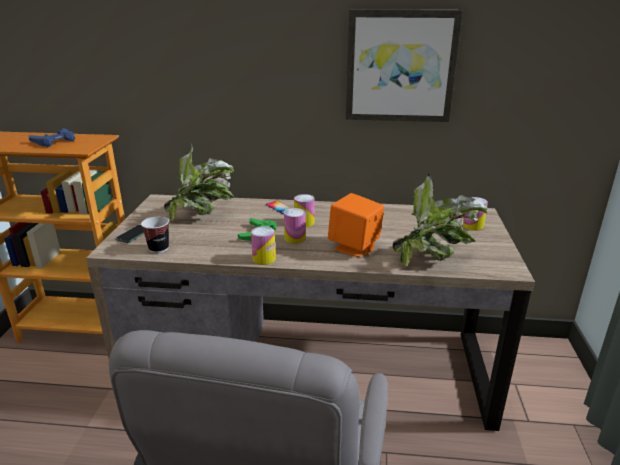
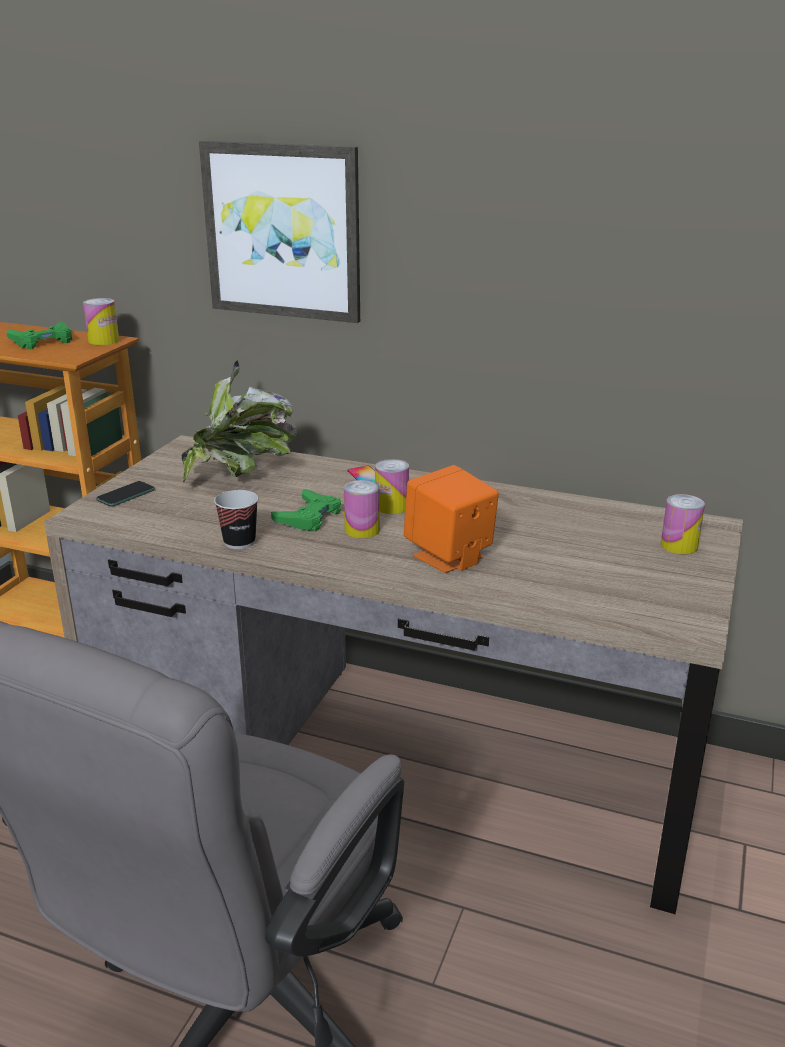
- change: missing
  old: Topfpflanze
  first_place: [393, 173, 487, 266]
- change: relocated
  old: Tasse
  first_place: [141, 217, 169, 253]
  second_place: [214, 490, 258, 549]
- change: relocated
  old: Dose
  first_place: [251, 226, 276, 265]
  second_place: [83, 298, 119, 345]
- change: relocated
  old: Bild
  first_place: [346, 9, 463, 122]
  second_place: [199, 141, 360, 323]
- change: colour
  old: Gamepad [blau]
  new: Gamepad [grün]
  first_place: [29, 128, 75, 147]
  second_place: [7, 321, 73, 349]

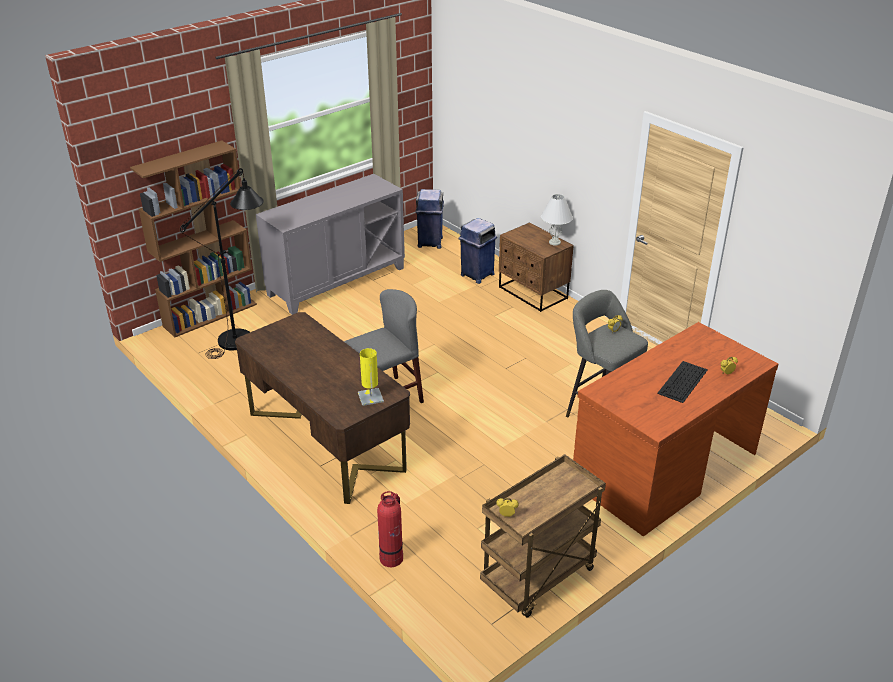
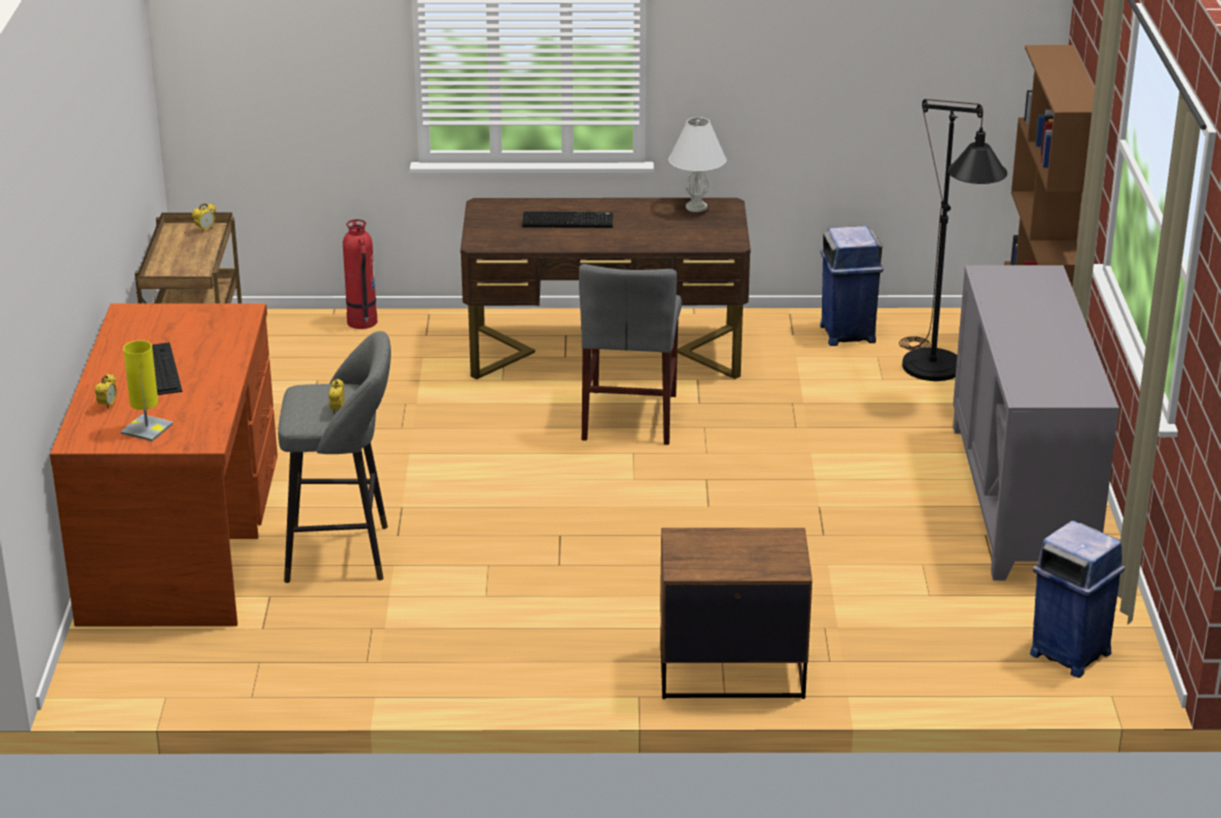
- change: appeared
  new: Tastatur
  second_place: [522, 211, 613, 228]
- change: relocated
  old: Tischlampe [gelb]
  first_place: [358, 348, 384, 406]
  second_place: [121, 340, 173, 441]
- change: relocated
  old: Mülleimer [blau]
  first_place: [459, 218, 497, 284]
  second_place: [820, 226, 883, 346]
- change: relocated
  old: Tischlampe [weiß]
  first_place: [541, 194, 573, 245]
  second_place: [669, 117, 726, 212]

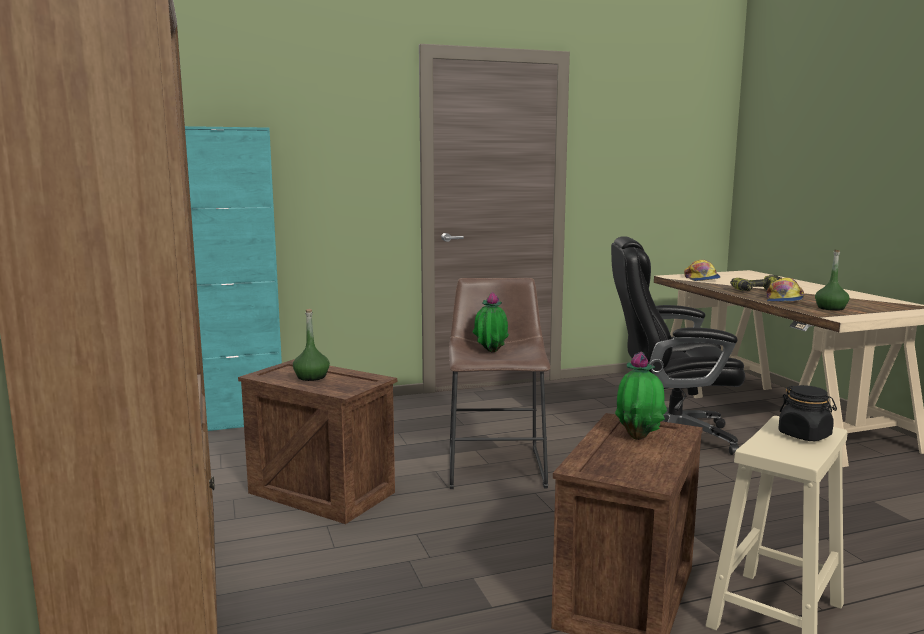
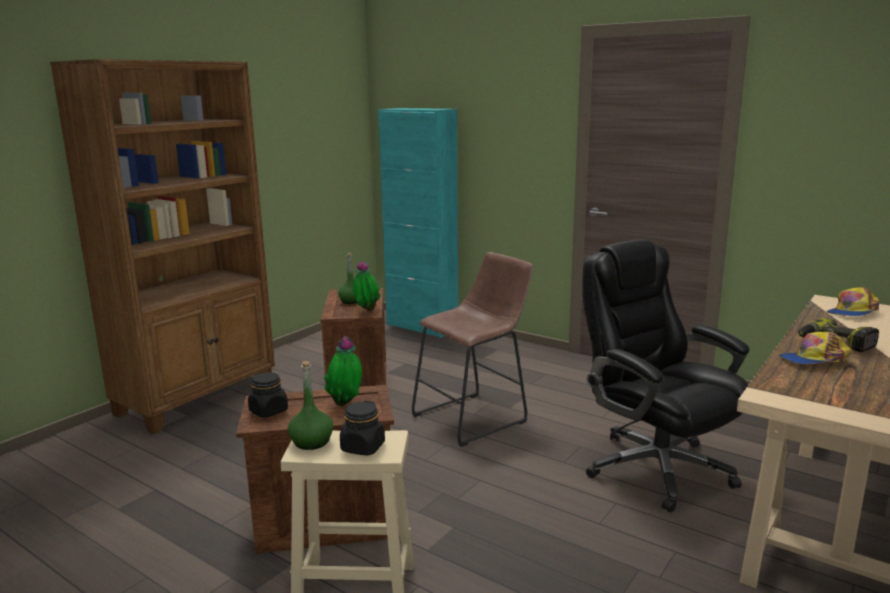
- change: appeared
  new: Vorratsglas [schwarz]
  second_place: [248, 372, 288, 418]
- change: relocated
  old: Topfpflanze
  first_place: [473, 292, 509, 353]
  second_place: [353, 261, 380, 311]
- change: relocated
  old: Flasche [grün]
  first_place: [815, 249, 850, 311]
  second_place: [288, 361, 334, 450]

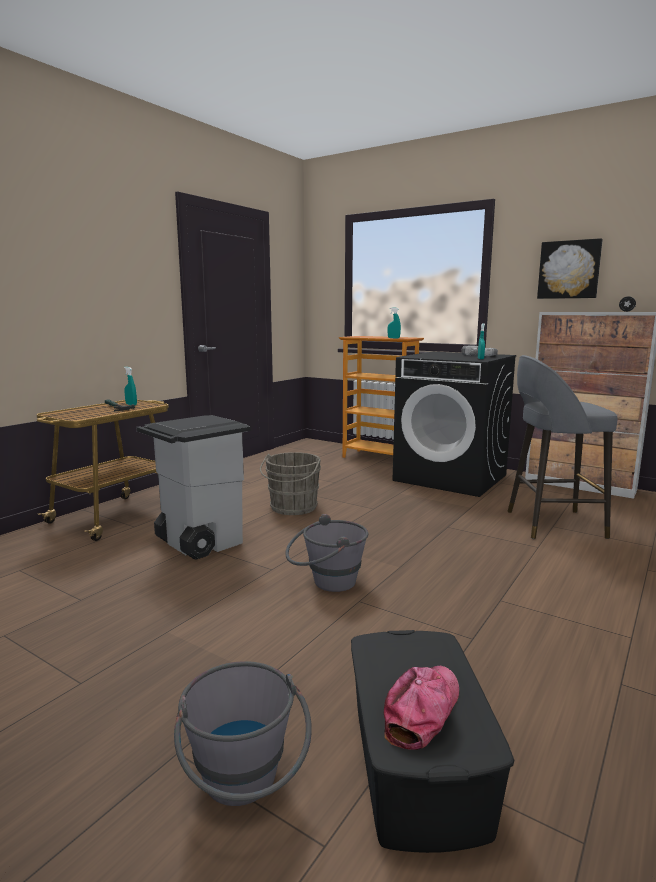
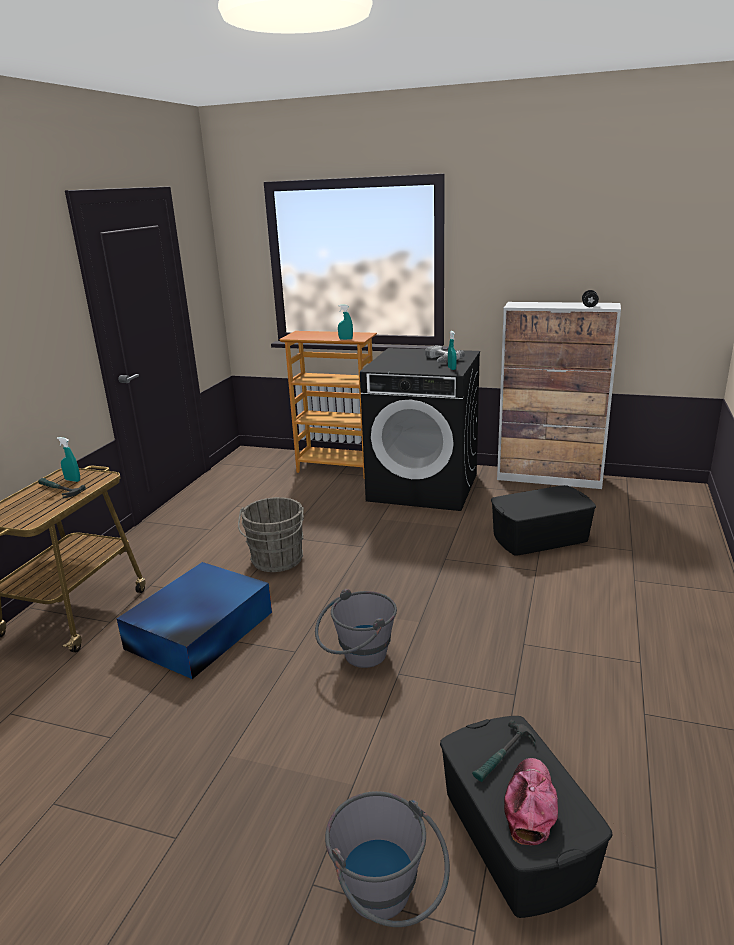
- change: missing
  old: Bild
  first_place: [537, 238, 603, 299]
- change: appeared
  new: Hammer
  second_place: [472, 720, 536, 782]
- change: exchanged
  old: Mülleimer [grau]
  new: Aufbewahrungsbox [blau]
  first_place: [136, 415, 251, 560]
  second_place: [117, 562, 272, 679]
- change: exchanged
  old: Hocker [grau]
  new: Aufbewahrungsbox [schwarz]
  first_place: [507, 355, 618, 539]
  second_place: [491, 485, 596, 556]

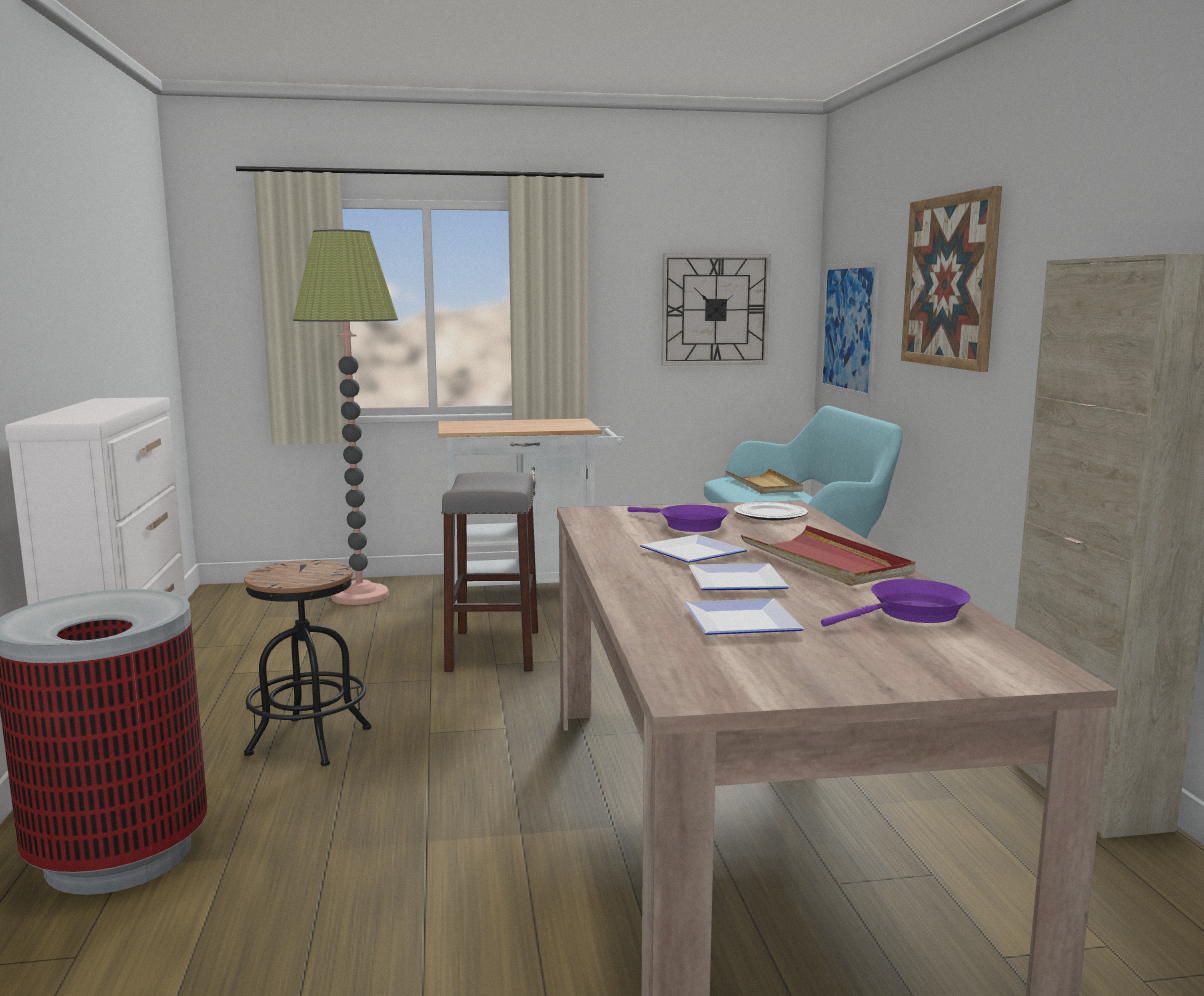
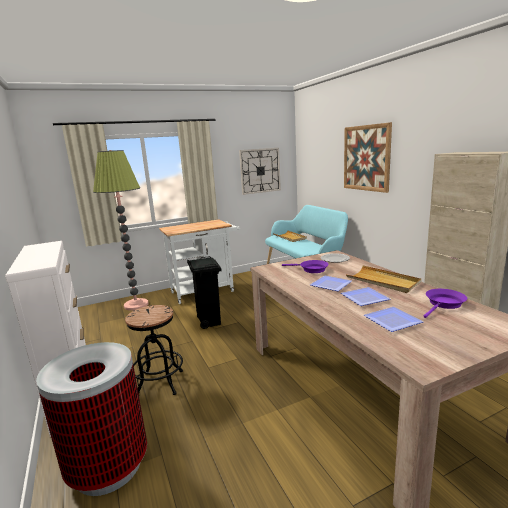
- change: missing
  old: Bild
  first_place: [820, 261, 880, 399]
- change: exchanged
  old: Hocker [grau]
  new: Mülleimer [schwarz]
  first_place: [441, 472, 538, 672]
  second_place: [187, 256, 221, 329]
- change: colour
  old: Tablett [rot]
  new: Tablett [beige]
  first_place: [741, 525, 915, 586]
  second_place: [346, 266, 421, 293]

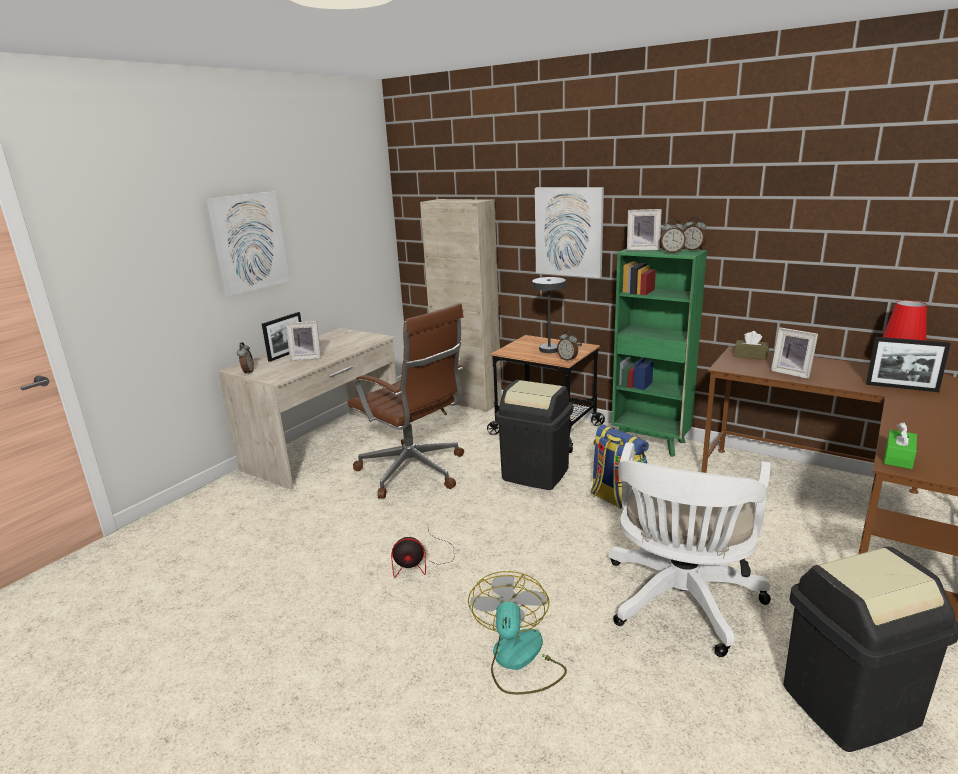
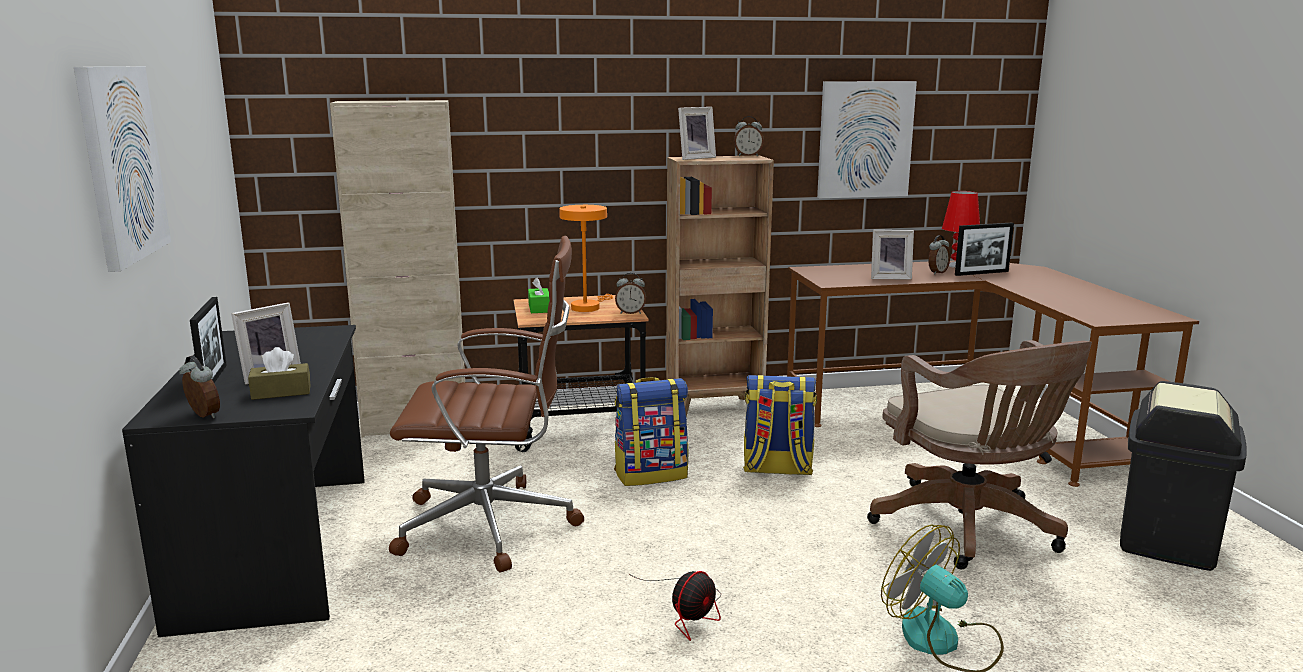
- change: relocated
  old: Bild
  first_place: [535, 187, 604, 278]
  second_place: [817, 81, 917, 198]
- change: relocated
  old: Wecker
  first_place: [659, 219, 686, 253]
  second_place: [928, 235, 950, 275]
- change: relocated
  old: Taschentuchbox [braun]
  first_place: [734, 331, 769, 360]
  second_place: [248, 347, 310, 400]
- change: relocated
  old: Taschentuchbox [grün]
  first_place: [884, 422, 917, 469]
  second_place: [528, 277, 550, 313]
- change: exchanged
  old: Mülleimer [schwarz]
  new: Rucksack
  first_place: [495, 380, 573, 490]
  second_place: [614, 377, 689, 486]
- change: colour
  old: Schreibtisch [beige]
  new: Schreibtisch [schwarz]
  first_place: [218, 328, 397, 490]
  second_place: [122, 325, 365, 637]
- change: colour
  old: Tischlampe [grau]
  new: Tischlampe [orange]
  first_place: [532, 277, 582, 353]
  second_place: [559, 205, 613, 312]
- change: colour
  old: Bürostuhl [weiß]
  new: Bürostuhl [braun]
  first_place: [608, 443, 771, 657]
  second_place: [867, 340, 1092, 569]
- change: colour
  old: Bücherregal [grün]
  new: Bücherregal [braun]
  first_place: [612, 248, 707, 457]
  second_place: [666, 155, 774, 417]

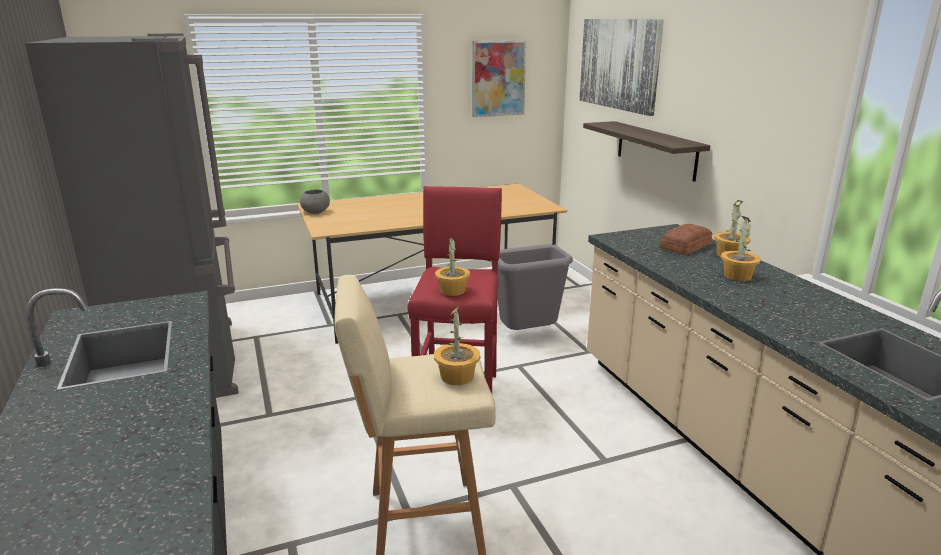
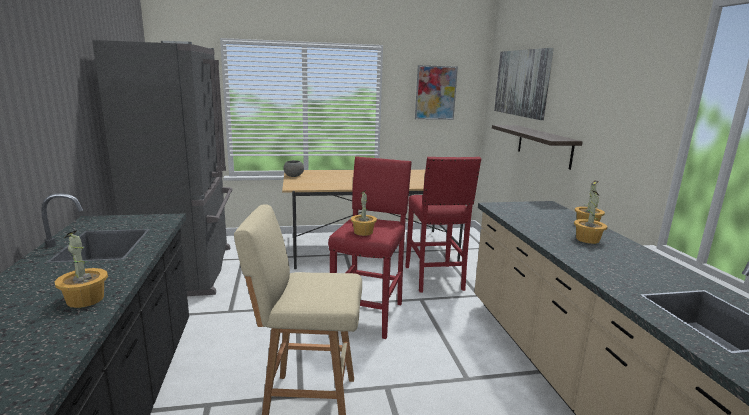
- change: missing
  old: Brot
  first_place: [660, 224, 712, 255]
- change: relocated
  old: Topfpflanze
  first_place: [434, 306, 480, 385]
  second_place: [55, 230, 108, 308]
- change: exchanged
  old: Mülleimer [grau]
  new: Hocker [rot]
  first_place: [497, 244, 573, 330]
  second_place: [405, 157, 481, 293]

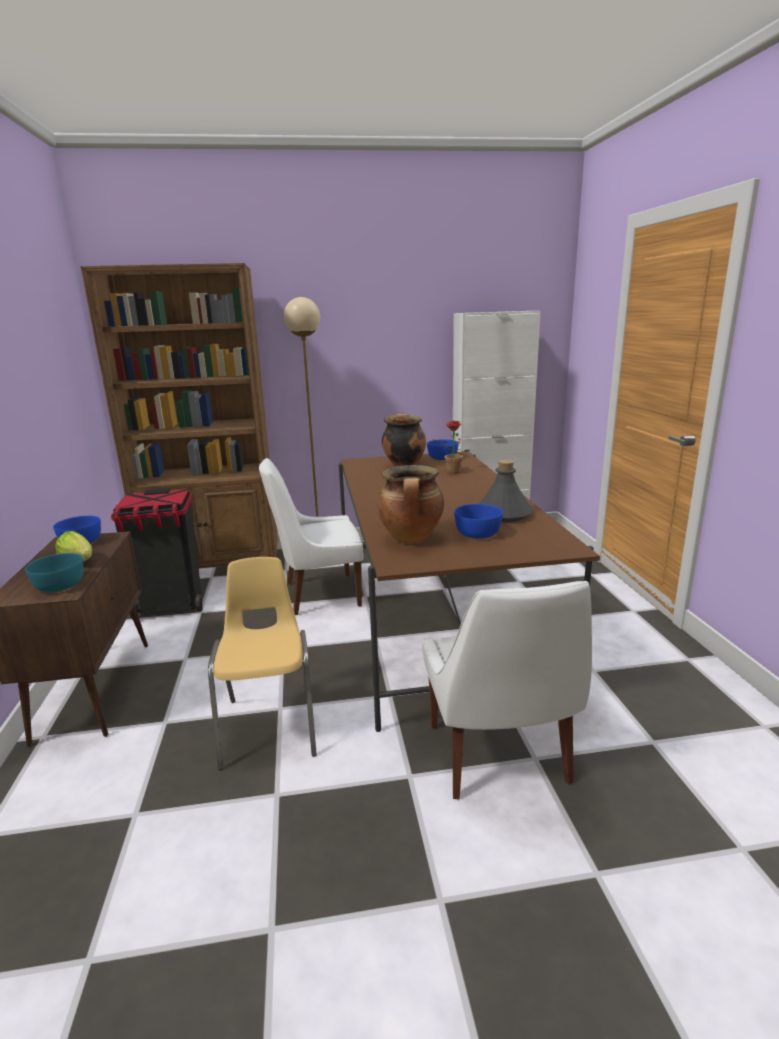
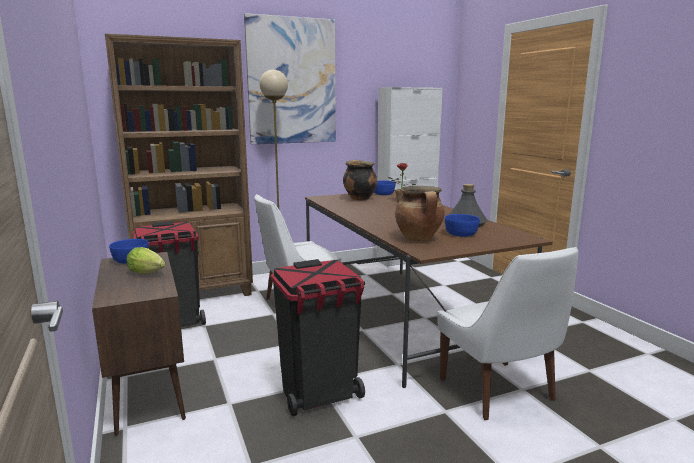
- change: missing
  old: Schüssel [türkis]
  first_place: [25, 553, 83, 592]
- change: appeared
  new: Bild
  second_place: [244, 13, 336, 144]
- change: exchanged
  old: Stuhl [gelb]
  new: Mülleimer [schwarz]
  first_place: [208, 557, 317, 770]
  second_place: [271, 259, 365, 416]

